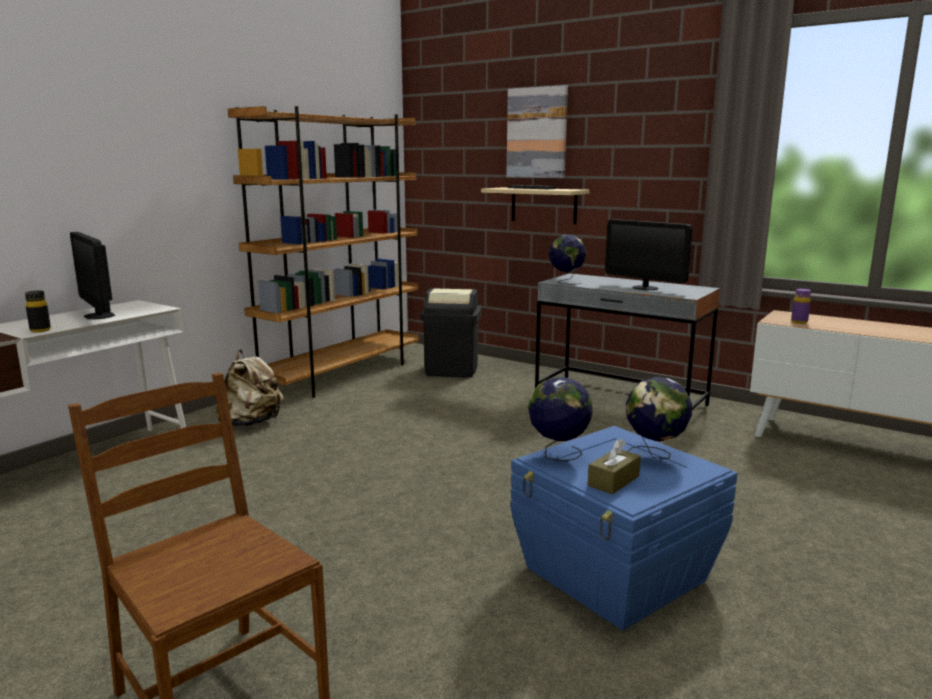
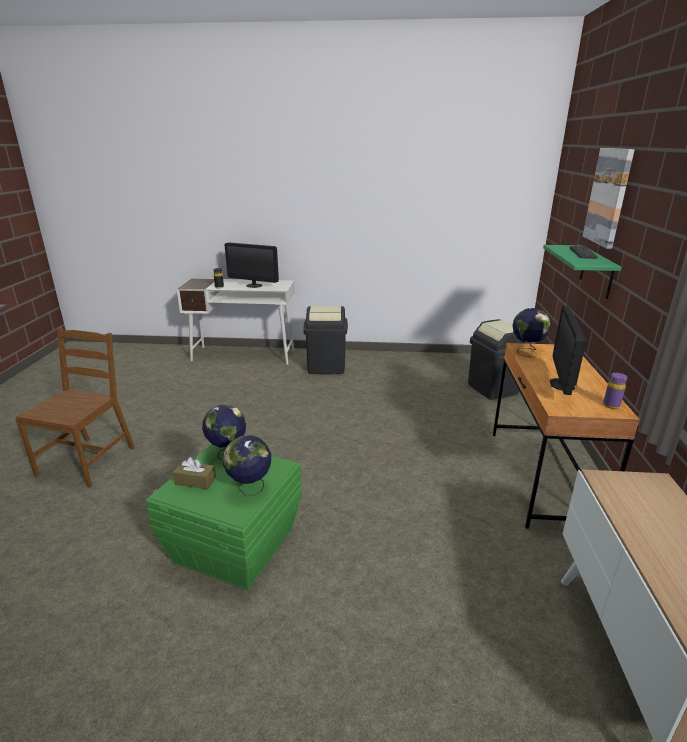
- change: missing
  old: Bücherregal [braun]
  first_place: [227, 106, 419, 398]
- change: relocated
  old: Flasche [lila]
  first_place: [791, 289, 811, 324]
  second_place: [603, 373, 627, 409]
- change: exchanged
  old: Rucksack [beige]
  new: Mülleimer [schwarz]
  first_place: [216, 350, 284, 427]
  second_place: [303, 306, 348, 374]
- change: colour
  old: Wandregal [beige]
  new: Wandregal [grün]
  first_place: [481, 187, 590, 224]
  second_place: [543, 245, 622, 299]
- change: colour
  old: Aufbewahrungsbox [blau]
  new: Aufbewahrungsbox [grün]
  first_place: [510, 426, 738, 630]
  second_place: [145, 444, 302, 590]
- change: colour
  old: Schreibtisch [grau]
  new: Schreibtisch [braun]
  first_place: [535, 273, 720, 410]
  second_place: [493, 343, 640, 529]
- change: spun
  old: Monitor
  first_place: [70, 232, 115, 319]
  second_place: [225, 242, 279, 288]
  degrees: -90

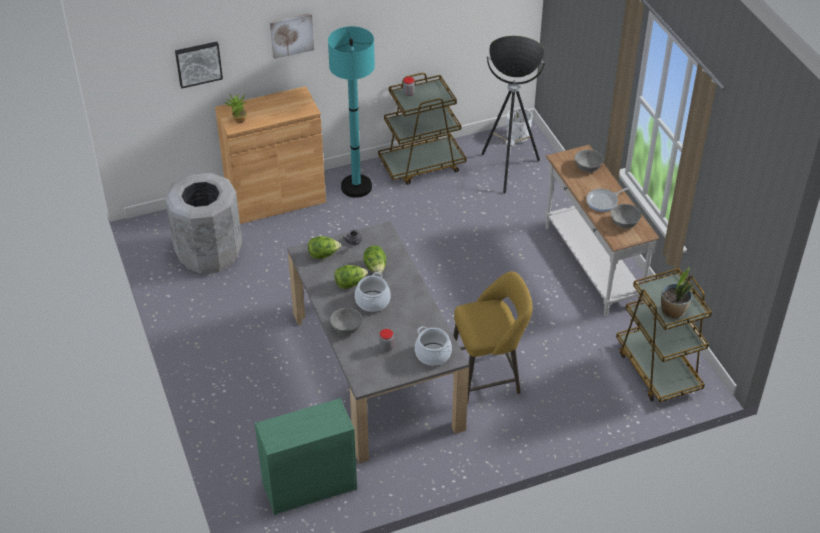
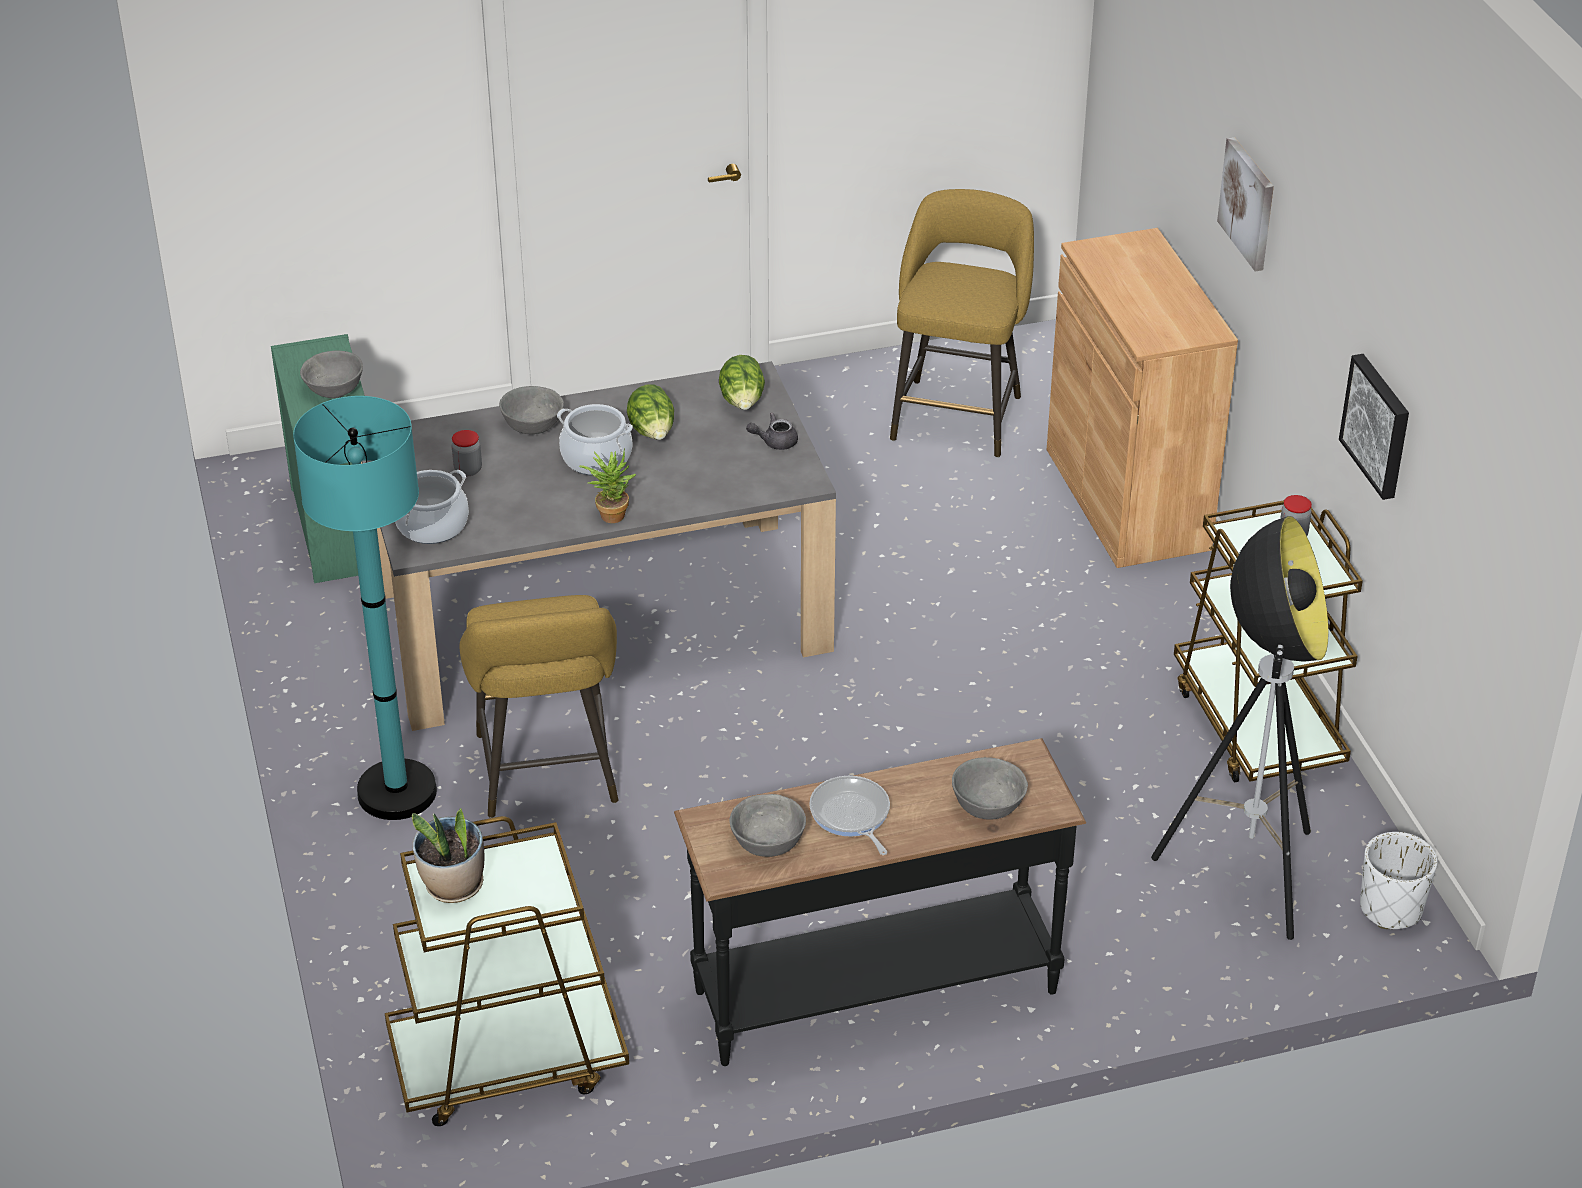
- change: missing
  old: Salatkopf
  first_place: [363, 245, 386, 273]
- change: appeared
  new: Schüssel [grau]
  second_place: [300, 350, 363, 398]
- change: relocated
  old: Bild
  first_place: [175, 42, 223, 89]
  second_place: [1339, 354, 1409, 500]
- change: relocated
  old: Topfpflanze
  first_place: [224, 93, 247, 124]
  second_place: [579, 448, 636, 523]
- change: relocated
  old: Stehlampe [türkis]
  first_place: [328, 26, 375, 198]
  second_place: [293, 396, 437, 820]
- change: exchanged
  old: Mülleimer [grau]
  new: Hocker [gelb]
  first_place: [165, 173, 242, 274]
  second_place: [890, 189, 1034, 458]
- change: colour
  old: Konsolentisch [weiß]
  new: Konsolentisch [schwarz]
  first_place: [545, 145, 659, 316]
  second_place: [674, 738, 1086, 1066]

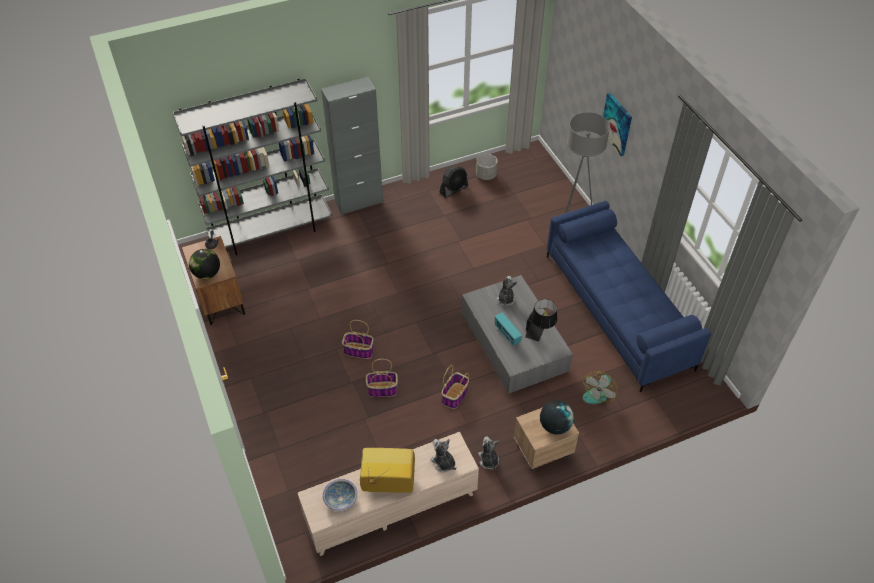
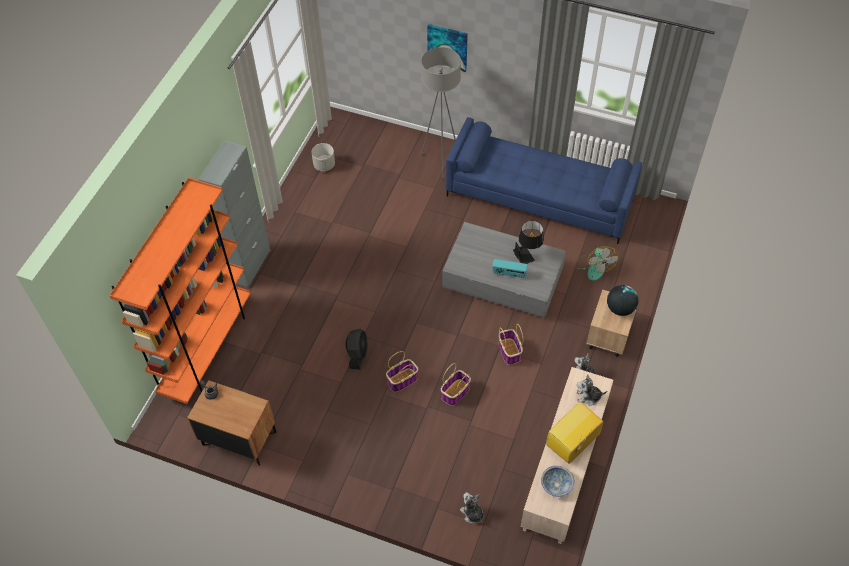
- change: missing
  old: Globus
  first_place: [189, 249, 220, 279]
- change: relocated
  old: Ventilator [schwarz]
  first_place: [440, 166, 468, 198]
  second_place: [345, 329, 368, 370]
- change: relocated
  old: Plüschtier
  first_place: [497, 276, 517, 306]
  second_place: [460, 492, 484, 524]
- change: colour
  old: Bücherregal [grau]
  new: Bücherregal [orange]
  first_place: [172, 78, 332, 255]
  second_place: [109, 178, 251, 404]

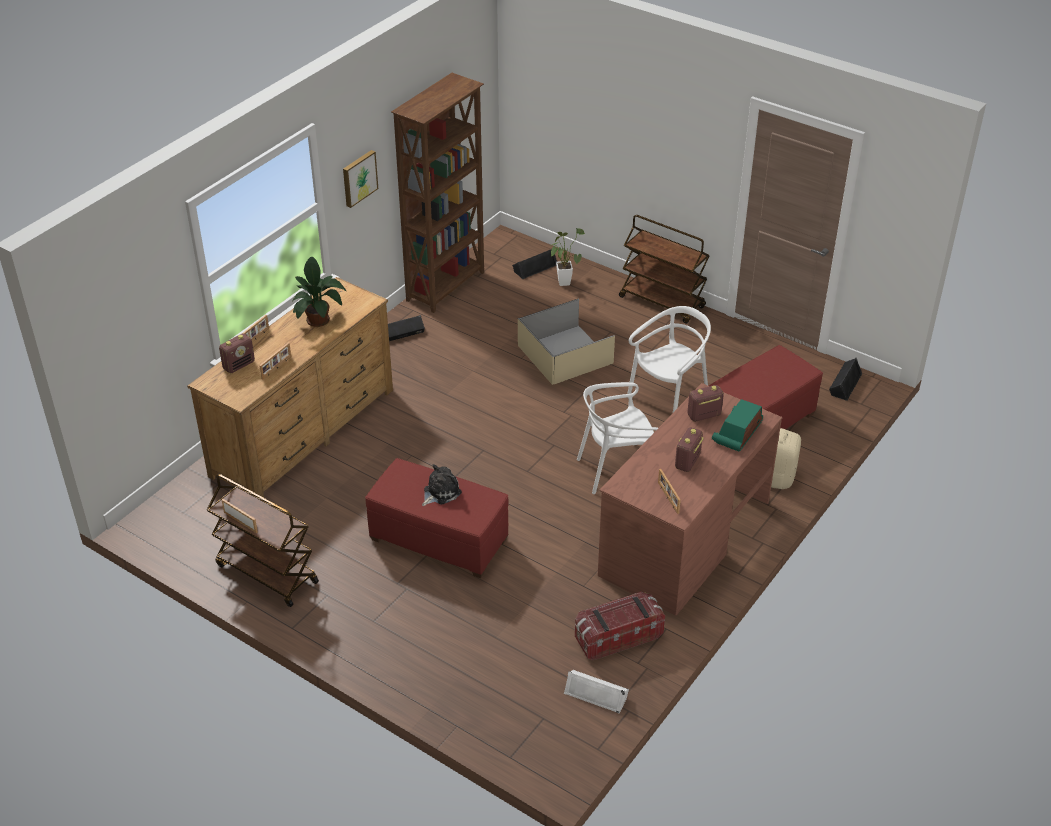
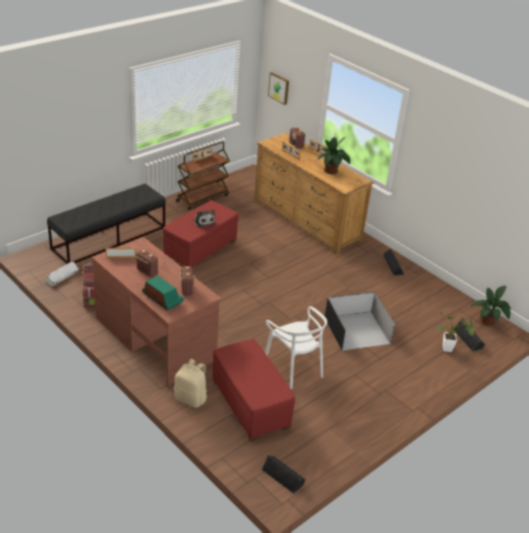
- change: missing
  old: Bücherregal [braun]
  first_place: [391, 73, 484, 313]
- change: missing
  old: Stuhl [weiß]
  first_place: [577, 382, 658, 494]
- change: missing
  old: Rollwagen [braun]
  first_place: [619, 215, 710, 324]
- change: appeared
  new: Bank [schwarz]
  second_place: [47, 184, 166, 264]
- change: appeared
  new: Topfpflanze
  second_place: [470, 286, 511, 326]
- change: relocated
  old: Bild
  first_place: [343, 150, 378, 208]
  second_place: [268, 72, 289, 105]
- change: colour
  old: Aufbewahrungsbox [beige]
  new: Aufbewahrungsbox [schwarz]
  first_place: [518, 299, 615, 385]
  second_place: [325, 292, 395, 351]

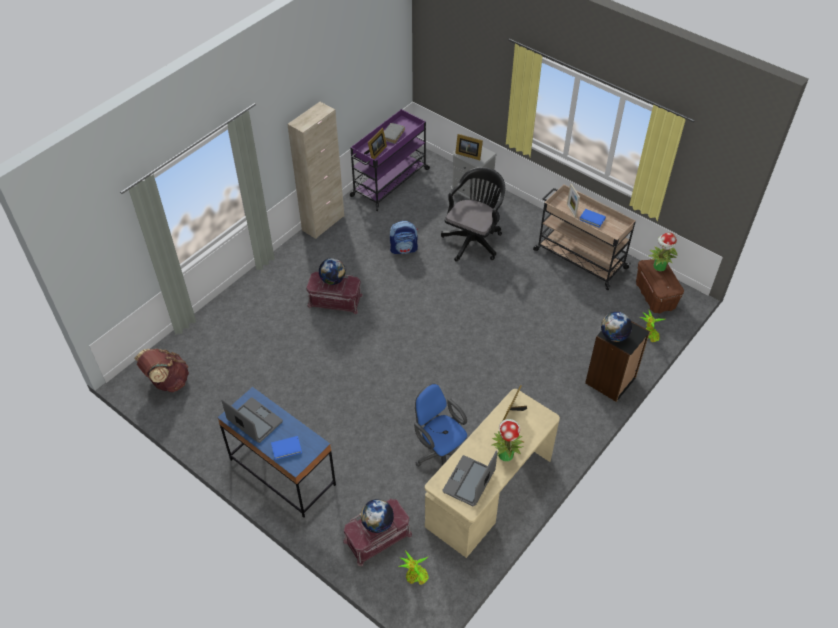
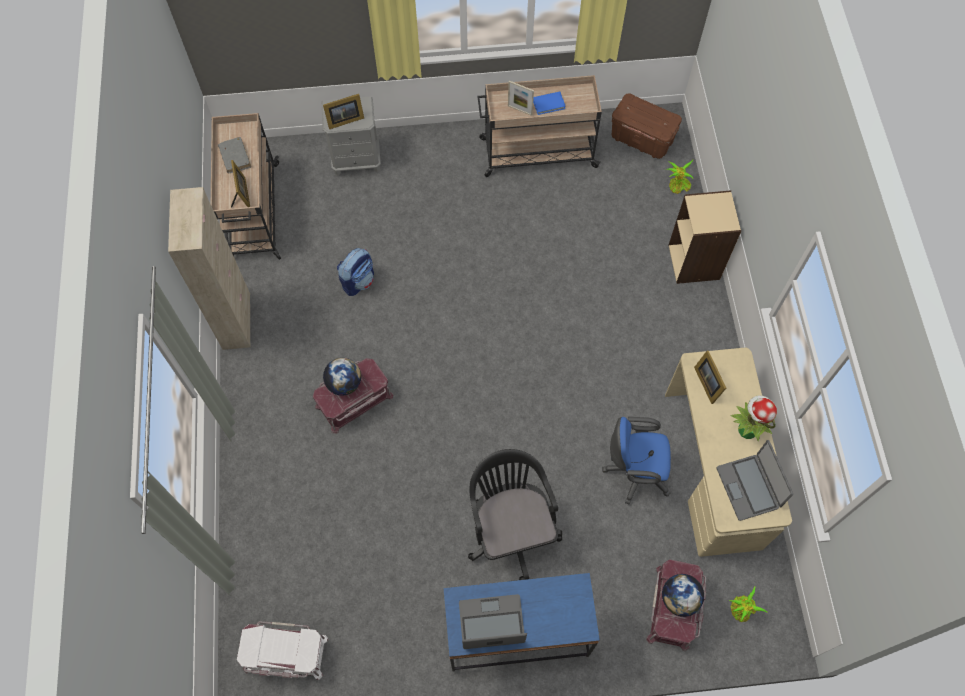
- change: missing
  old: Buch [blau]
  first_place: [271, 436, 302, 460]
- change: missing
  old: Globus
  first_place: [601, 312, 632, 342]
- change: missing
  old: Topfpflanze
  first_place: [649, 233, 678, 271]
- change: relocated
  old: Bürostuhl [schwarz]
  first_place: [441, 167, 505, 262]
  second_place: [468, 449, 562, 580]
- change: exchanged
  old: Rucksack [braun]
  new: Aufbewahrungsbox [weiß]
  first_place: [135, 349, 189, 392]
  second_place: [237, 621, 328, 680]
- change: colour
  old: Rollwagen [lila]
  new: Rollwagen [beige]
  first_place: [350, 109, 431, 211]
  second_place: [211, 113, 281, 260]
- change: colour
  old: Bücherregal [schwarz]
  new: Bücherregal [beige]
  first_place: [585, 321, 650, 402]
  second_place: [668, 190, 741, 284]

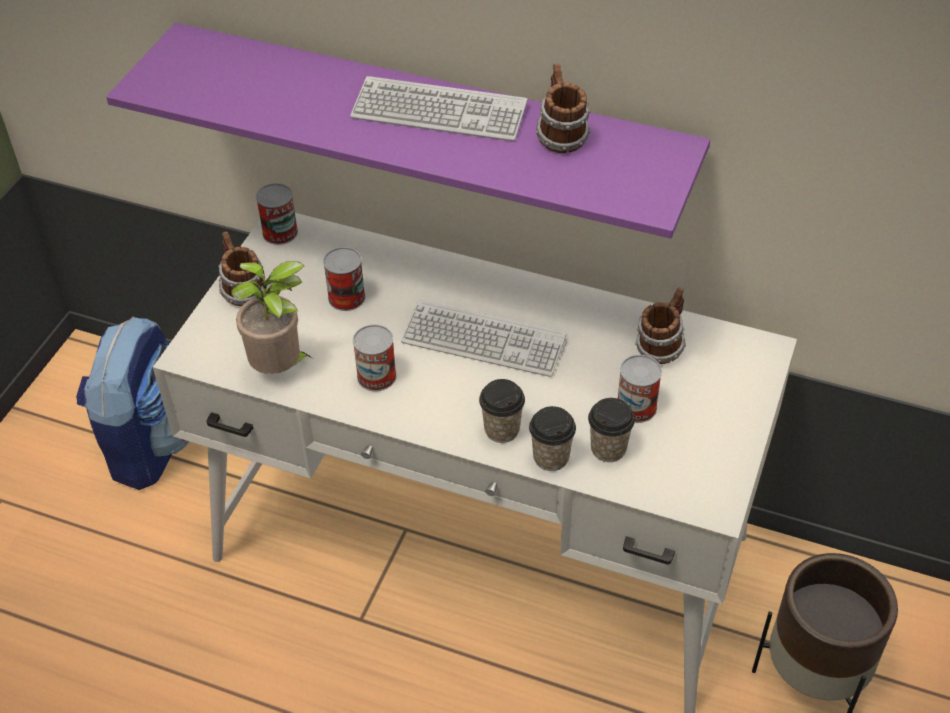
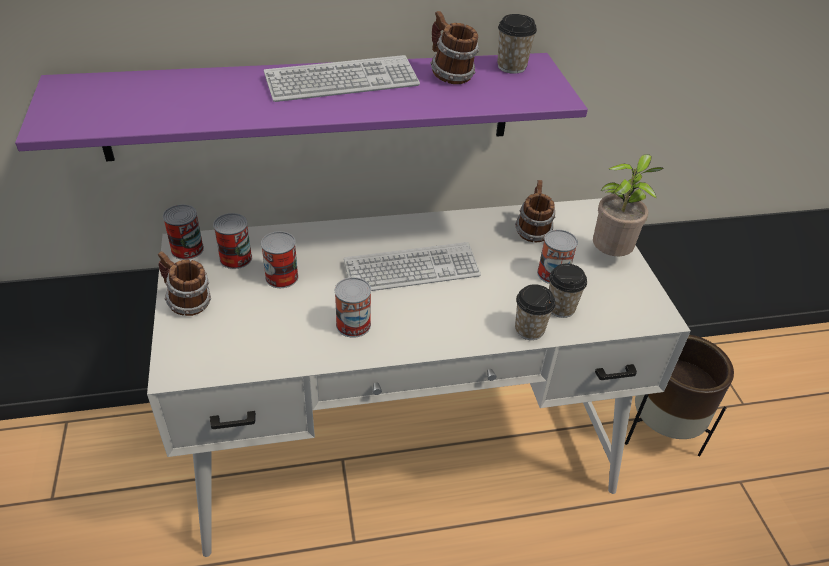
- change: missing
  old: Rucksack
  first_place: [76, 317, 190, 490]
- change: appeared
  new: Dose
  second_place: [213, 213, 252, 269]
- change: relocated
  old: Topfpflanze
  first_place: [231, 261, 312, 374]
  second_place: [593, 154, 664, 256]
- change: relocated
  old: Tasse
  first_place: [479, 379, 525, 443]
  second_place: [497, 14, 537, 74]

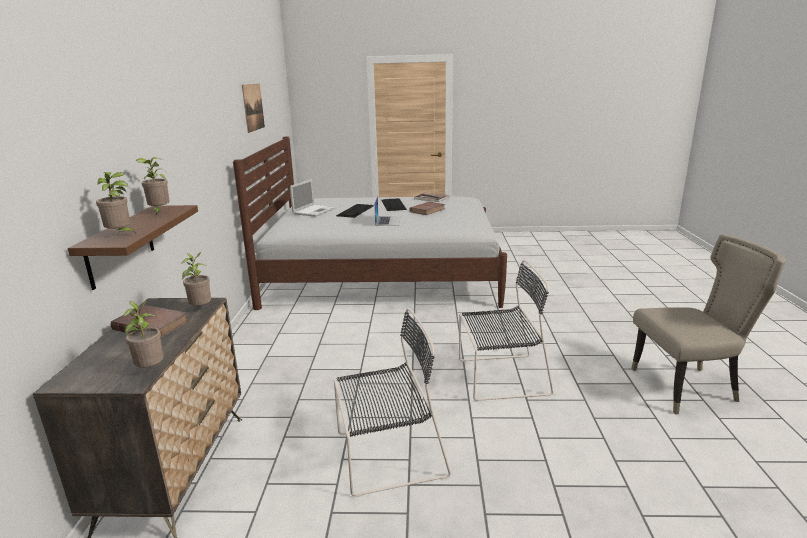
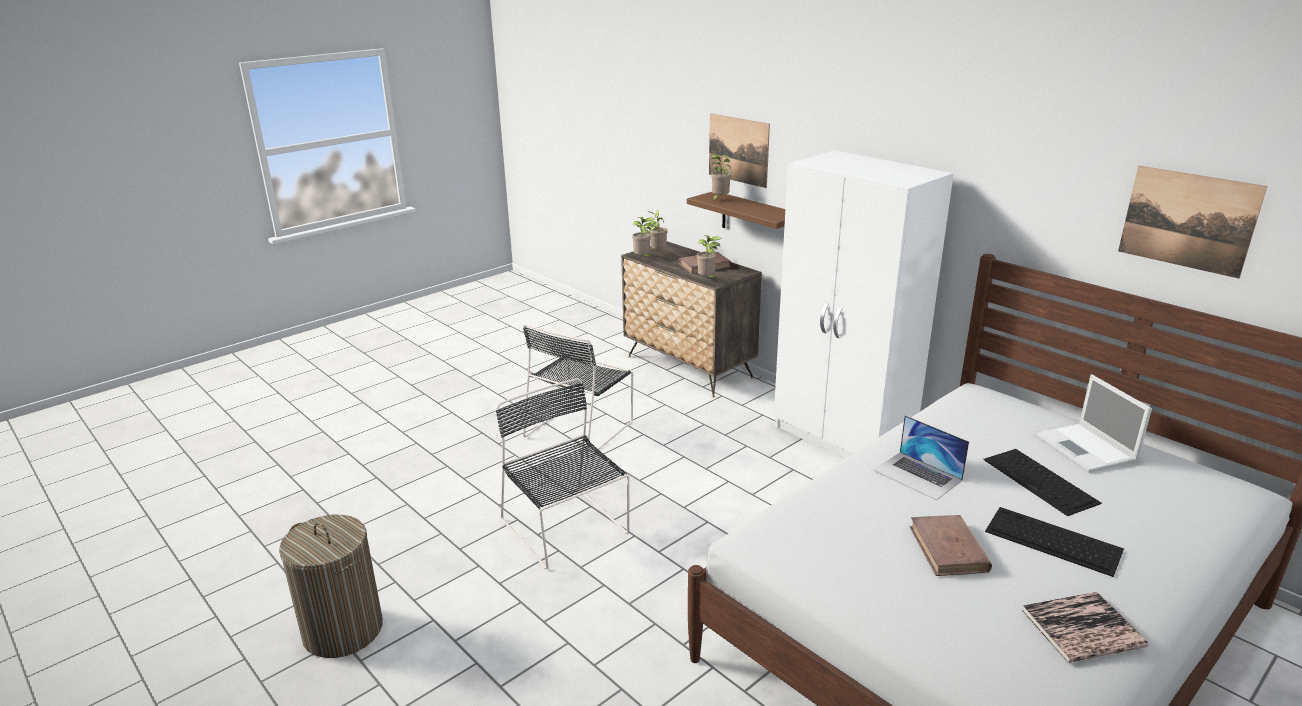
- change: appeared
  new: Bild
  second_place: [709, 113, 770, 188]
- change: appeared
  new: Kleiderschrank [weiß]
  second_place: [774, 151, 954, 459]
- change: relocated
  old: Topfpflanze
  first_place: [136, 157, 170, 215]
  second_place: [648, 210, 667, 249]
- change: exchanged
  old: Stuhl [beige]
  new: Wäschekorb
  first_place: [631, 234, 786, 415]
  second_place: [279, 515, 383, 658]
- change: spun
  old: Stuhl [schwarz]
  first_place: [459, 260, 554, 401]
  second_place: [496, 378, 630, 569]
  degrees: 105

